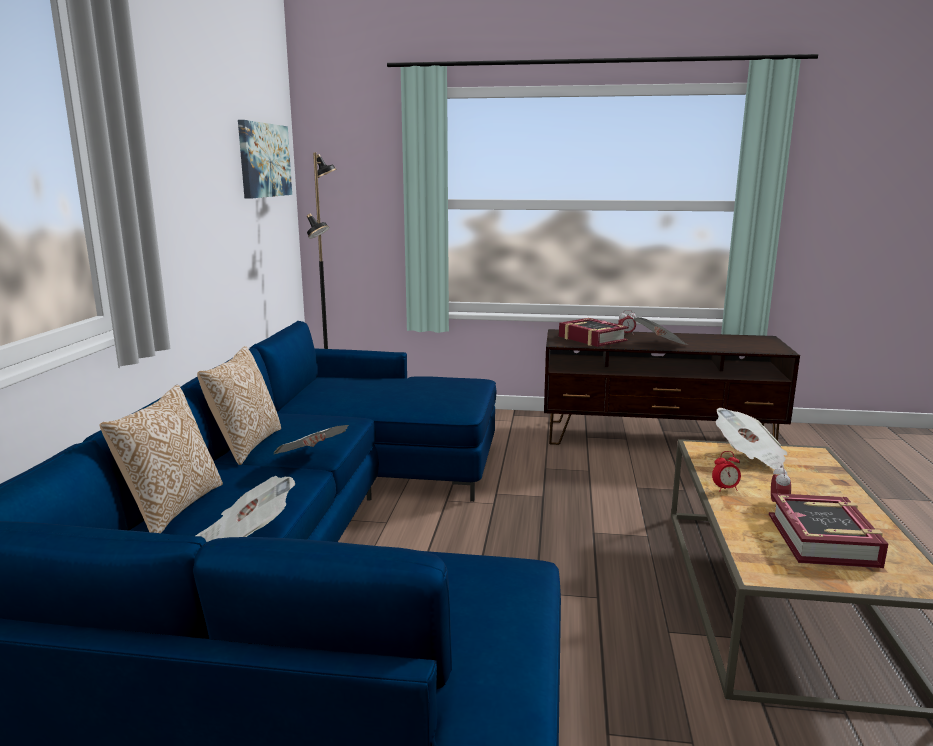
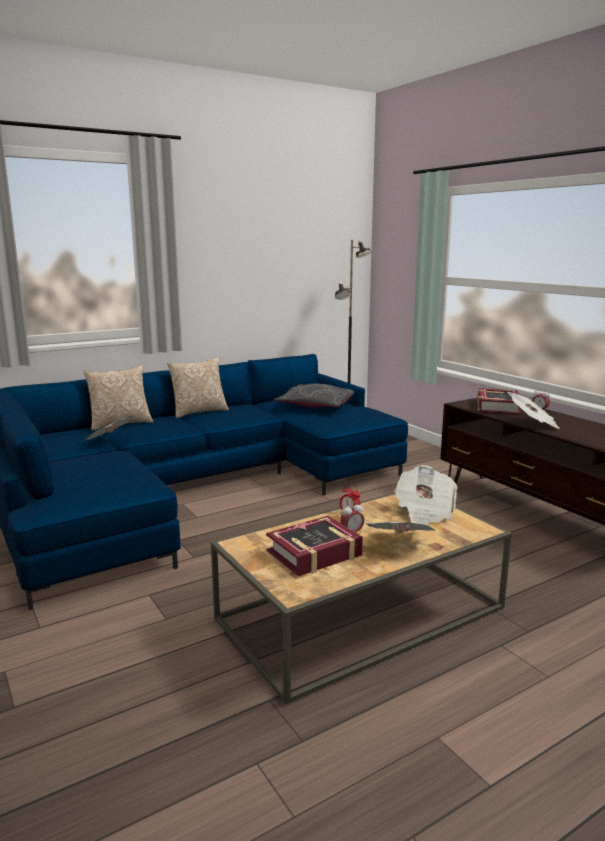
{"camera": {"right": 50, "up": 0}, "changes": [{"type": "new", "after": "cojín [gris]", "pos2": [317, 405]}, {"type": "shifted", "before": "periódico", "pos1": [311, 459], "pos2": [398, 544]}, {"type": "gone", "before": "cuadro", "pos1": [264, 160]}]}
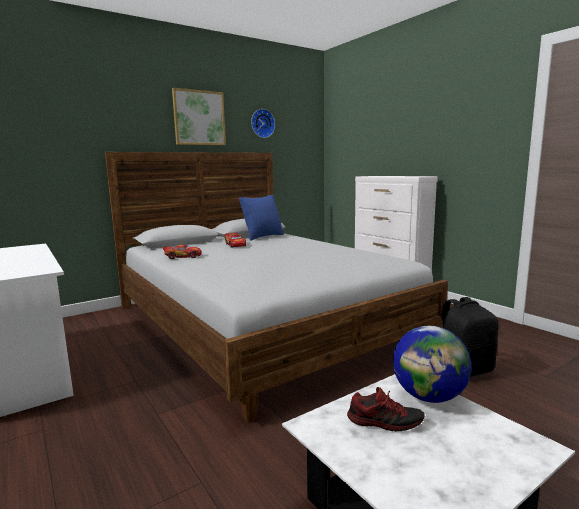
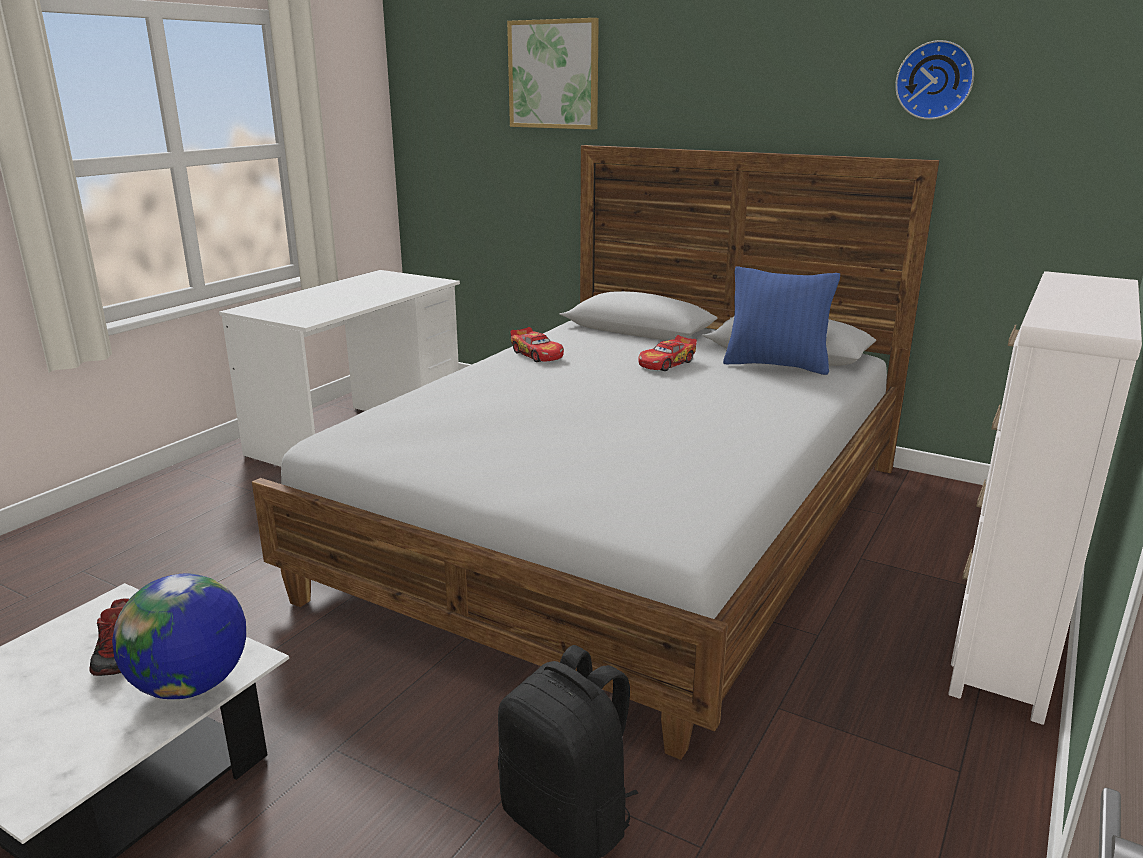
{"camera": {"right": 65, "up": 10}, "changes": [{"type": "shifted", "before": "cuadro", "pos1": [199, 118], "pos2": [554, 74]}]}
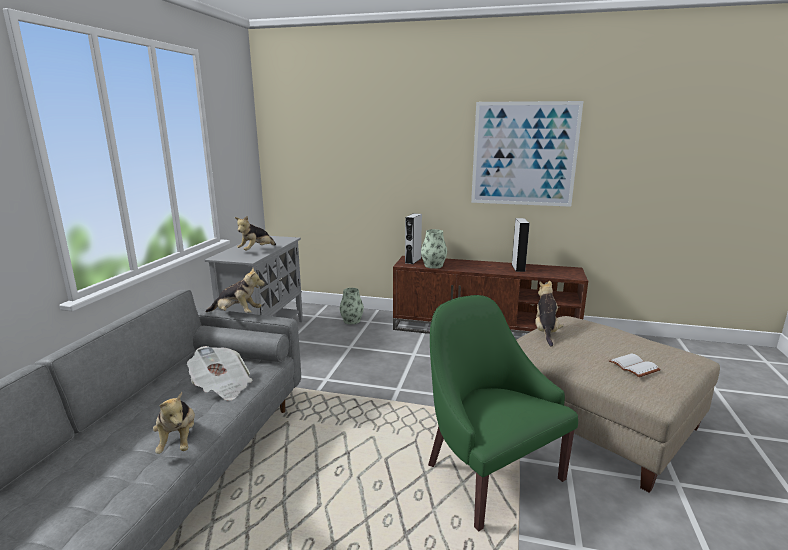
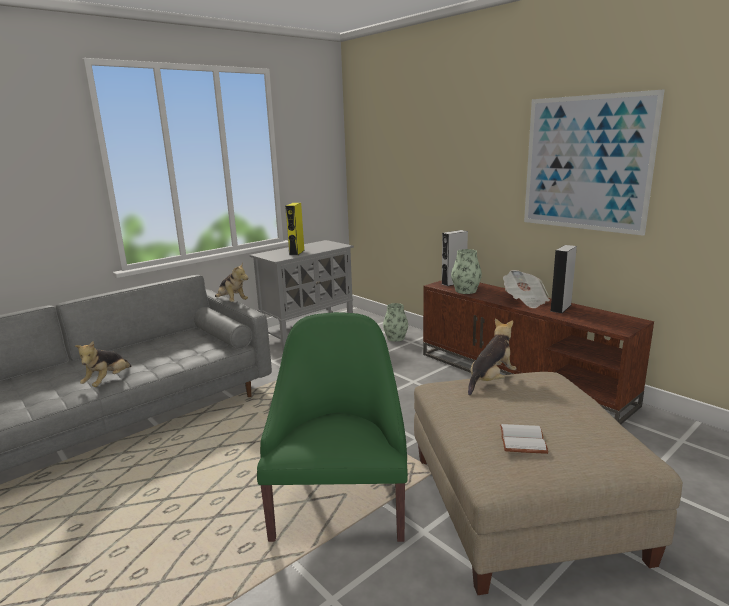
{"camera": {"right": 35, "up": 0}, "changes": [{"type": "swapped", "before": "peluche", "after": "altavoz [amarillo]", "pos1": [256, 251], "pos2": [296, 252]}, {"type": "shifted", "before": "periódico", "pos1": [222, 386], "pos2": [525, 301]}]}
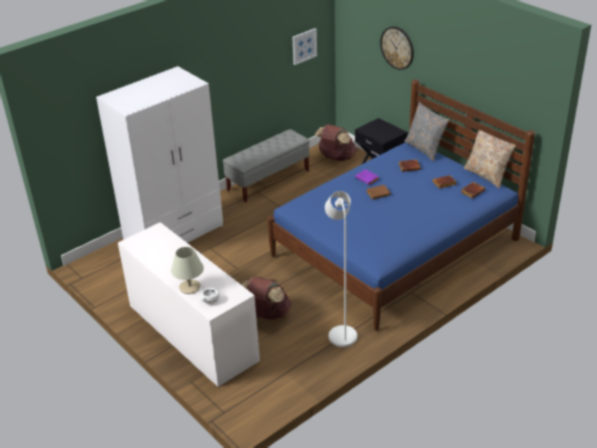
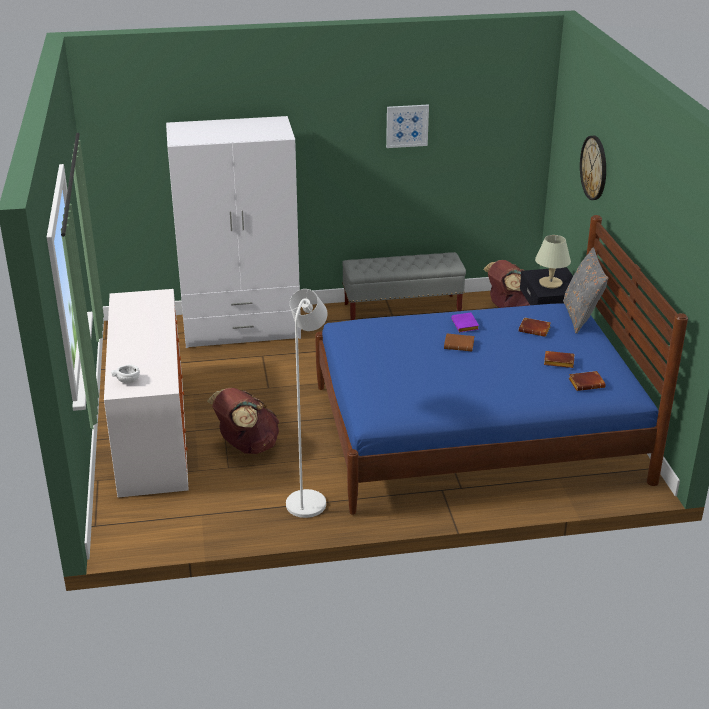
{"camera": {"right": 30, "up": -5}, "changes": [{"type": "shifted", "before": "cuadro", "pos1": [304, 46], "pos2": [407, 125]}, {"type": "shifted", "before": "lámpara de mesa [beis]", "pos1": [190, 287], "pos2": [550, 283]}, {"type": "gone", "before": "cojín [beis]", "pos1": [487, 175]}]}
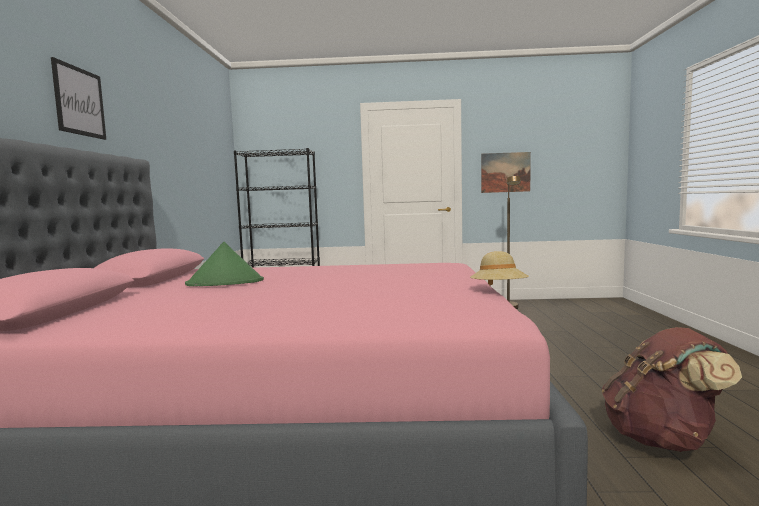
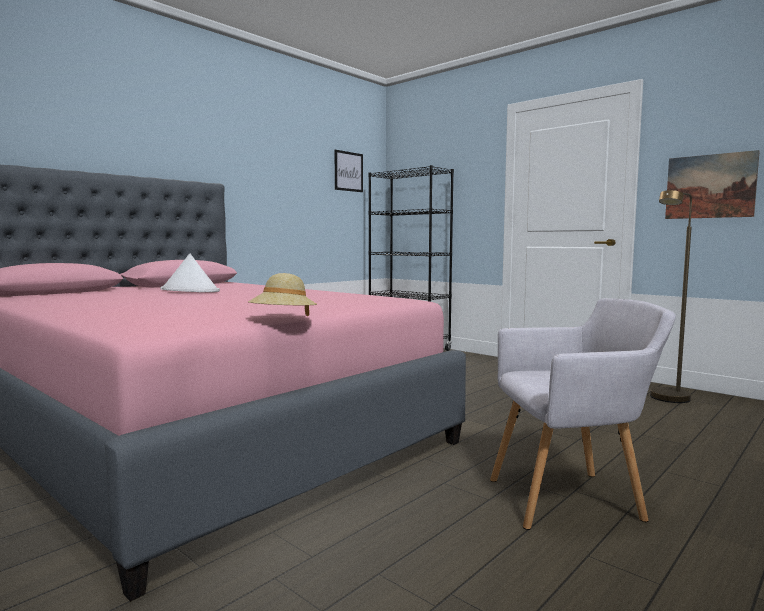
{"camera": {"right": 40, "up": 0}, "changes": [{"type": "repainted", "before": "sombrero [verde]", "after": "sombrero [blanco]", "pos1": [225, 283], "pos2": [190, 291]}, {"type": "shifted", "before": "cuadro", "pos1": [79, 101], "pos2": [348, 171]}, {"type": "new", "after": "sillón [gris]", "pos2": [571, 498]}, {"type": "gone", "before": "mochila [marrón]", "pos1": [662, 439]}]}
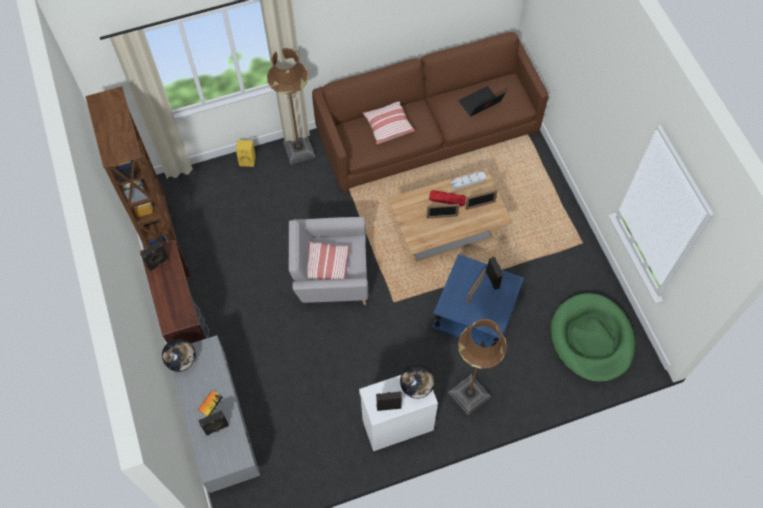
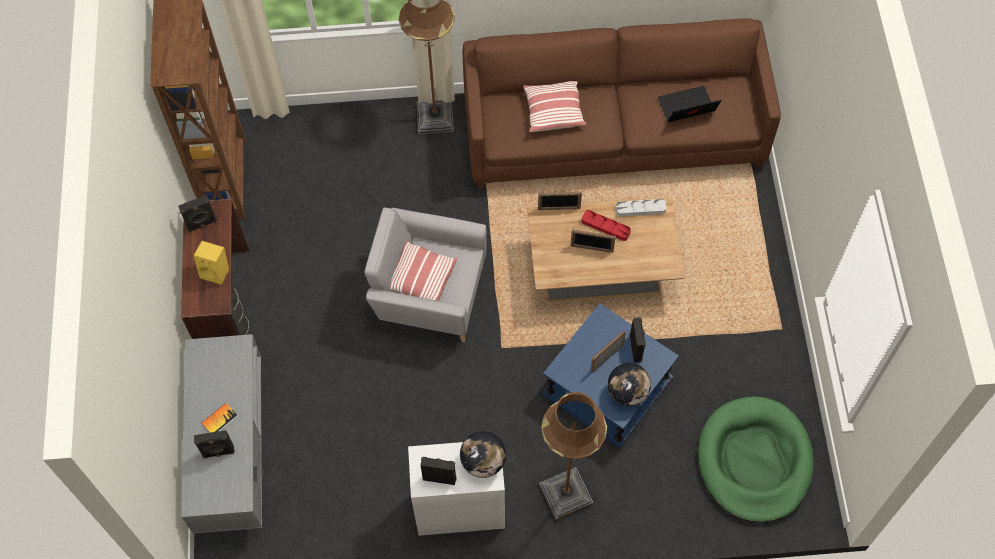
{"camera": {"right": 15, "up": 0}, "changes": [{"type": "shifted", "before": "altavoz [amarillo]", "pos1": [248, 160], "pos2": [216, 272]}, {"type": "shifted", "before": "portarretratos", "pos1": [480, 205], "pos2": [559, 208]}, {"type": "shifted", "before": "globo terráqueo", "pos1": [182, 360], "pos2": [627, 392]}]}
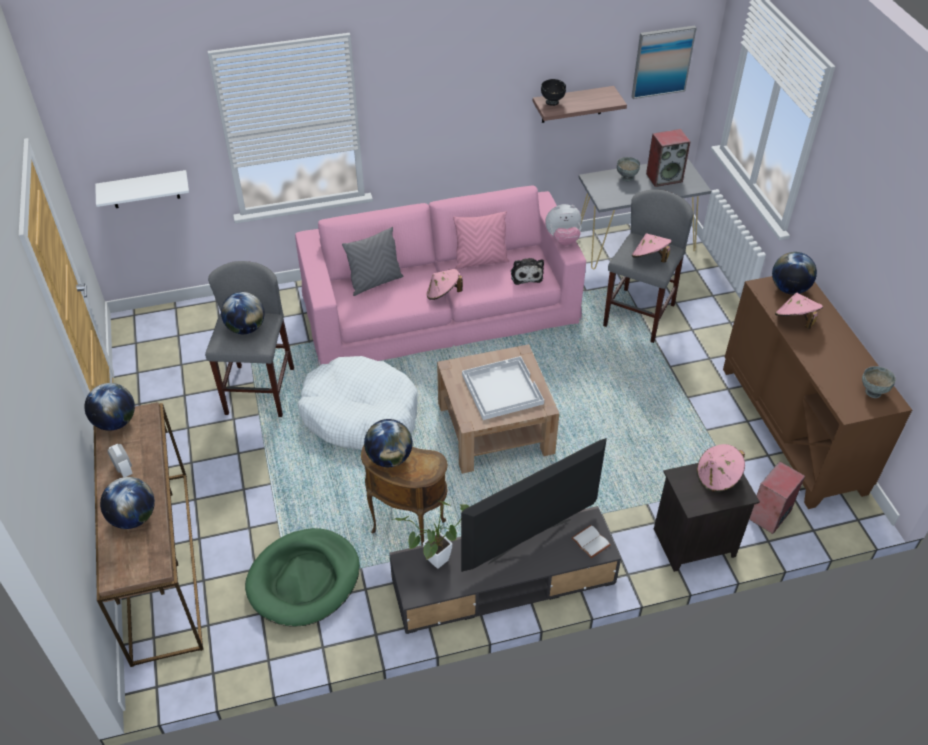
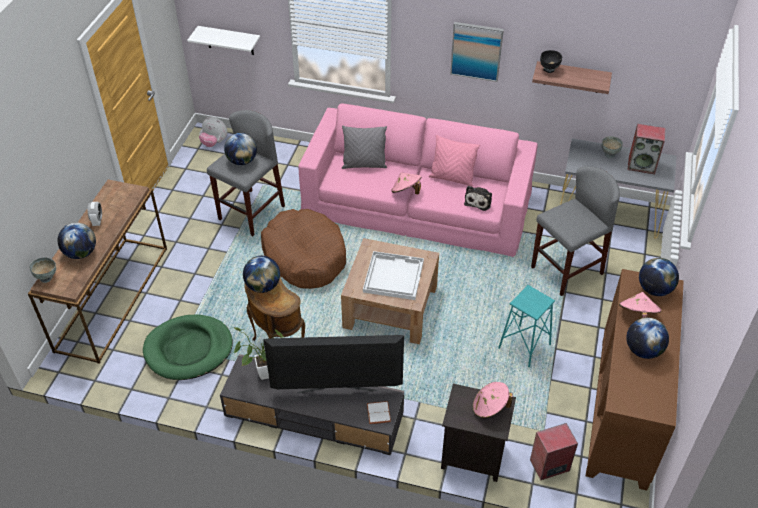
{"camera": {"right": 30, "up": 0}, "changes": [{"type": "shifted", "before": "cuenco [gris]", "pos1": [873, 391], "pos2": [46, 277]}, {"type": "shifted", "before": "peluche", "pos1": [563, 239], "pos2": [214, 143]}, {"type": "repainted", "before": "cama para perro [blanco]", "after": "cama para perro [marrón]", "pos1": [360, 414], "pos2": [305, 257]}, {"type": "shifted", "before": "cuadro", "pos1": [662, 61], "pos2": [476, 51]}, {"type": "new", "after": "taburete [turquesa]", "pos2": [524, 346]}, {"type": "shifted", "before": "globo terráqueo", "pos1": [115, 422], "pos2": [643, 350]}, {"type": "gone", "before": "sombrero [rosa]", "pos1": [649, 258]}]}
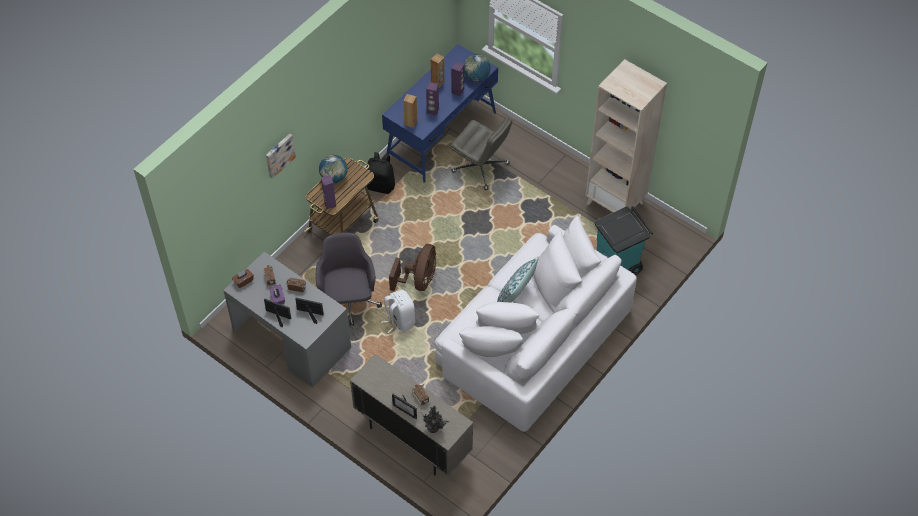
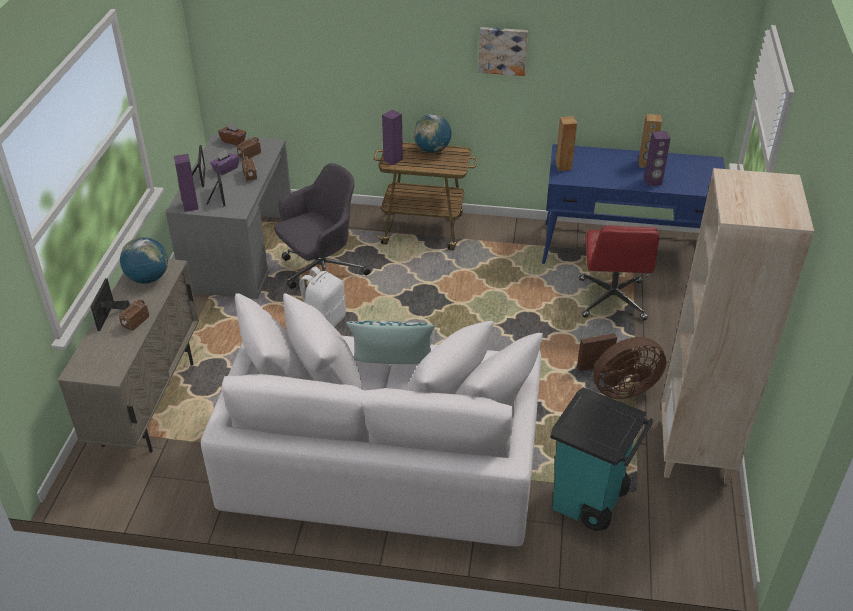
{"camera": {"right": 60, "up": -15}, "changes": [{"type": "shifted", "before": "globo terráqueo", "pos1": [476, 77], "pos2": [148, 278]}, {"type": "shifted", "before": "altavoz [morado]", "pos1": [432, 111], "pos2": [190, 206]}, {"type": "shifted", "before": "cuadro", "pos1": [279, 155], "pos2": [503, 50]}, {"type": "shifted", "before": "ventilador [marrón]", "pos1": [418, 280], "pos2": [618, 388]}, {"type": "repainted", "before": "silla de oficina [gris]", "after": "silla de oficina [rojo]", "pos1": [481, 168], "pos2": [612, 300]}, {"type": "gone", "before": "mochila [negro]", "pos1": [381, 185]}, {"type": "gone", "before": "planta en maceta", "pos1": [434, 428]}]}
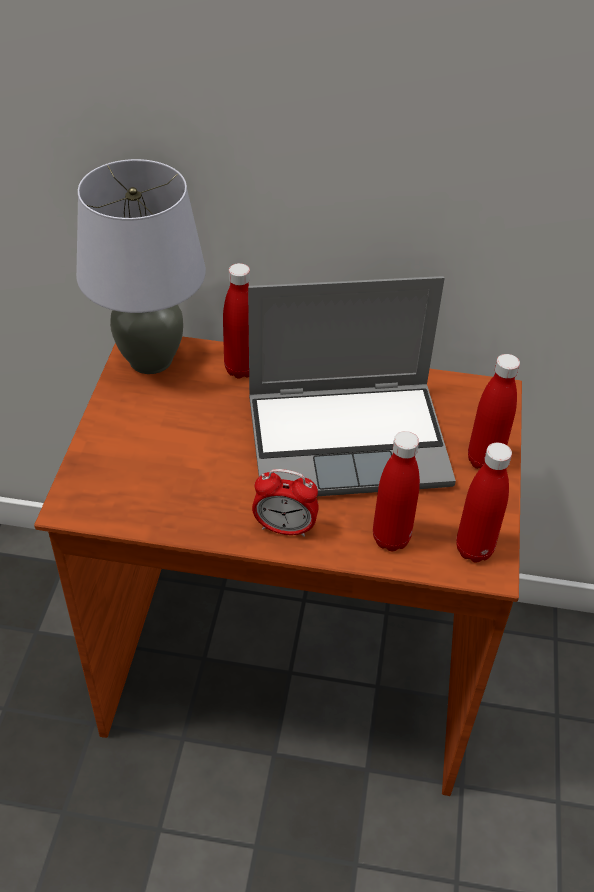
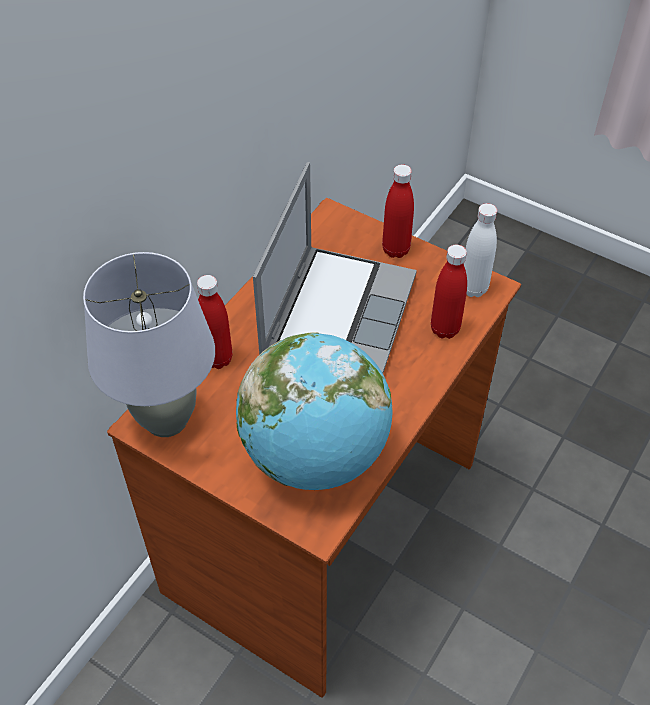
{"camera": {"right": -65, "up": 5}, "changes": [{"type": "new", "after": "globo terráqueo", "pos2": [315, 454]}, {"type": "repainted", "before": "botella [rojo]", "after": "botella [blanco]", "pos1": [474, 549], "pos2": [473, 288]}, {"type": "gone", "before": "despertador", "pos1": [285, 528]}]}
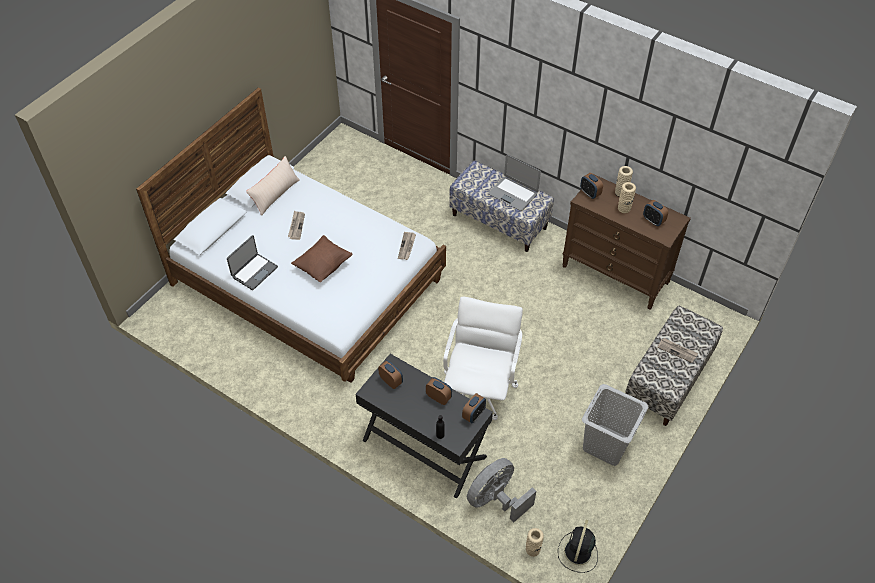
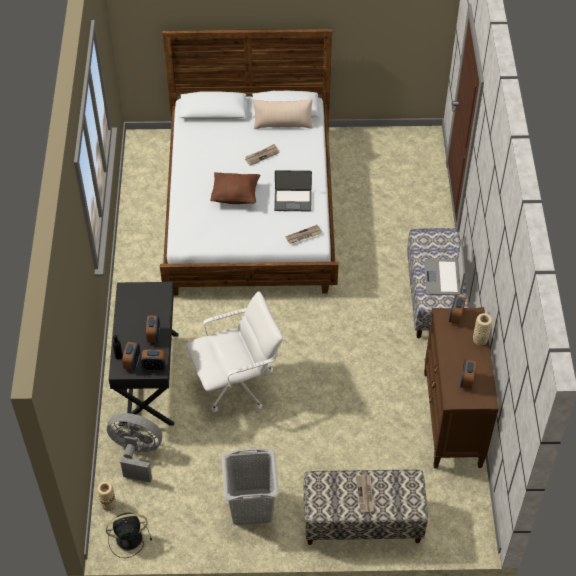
{"camera": {"right": 55, "up": 0}, "changes": [{"type": "shifted", "before": "despertador", "pos1": [391, 381], "pos2": [132, 363]}, {"type": "shifted", "before": "portátil", "pos1": [254, 271], "pos2": [293, 200]}, {"type": "gone", "before": "florero [beis]", "pos1": [624, 208]}]}
